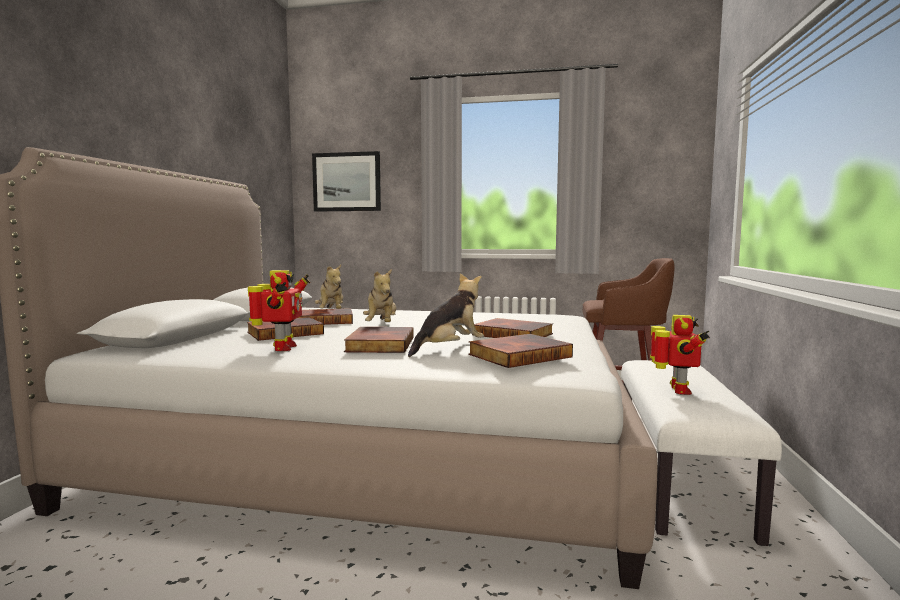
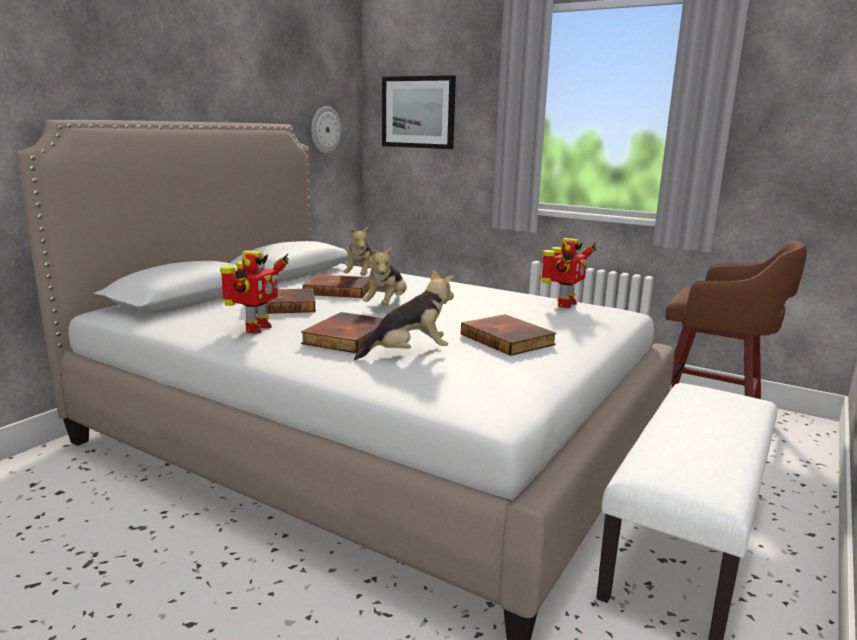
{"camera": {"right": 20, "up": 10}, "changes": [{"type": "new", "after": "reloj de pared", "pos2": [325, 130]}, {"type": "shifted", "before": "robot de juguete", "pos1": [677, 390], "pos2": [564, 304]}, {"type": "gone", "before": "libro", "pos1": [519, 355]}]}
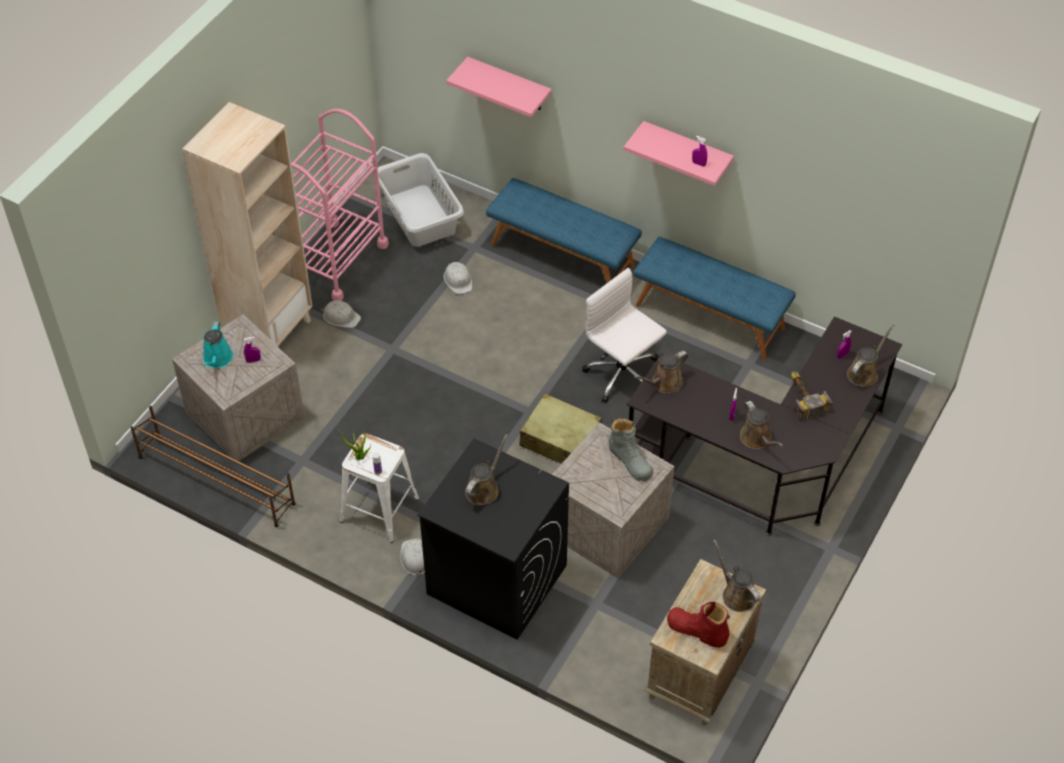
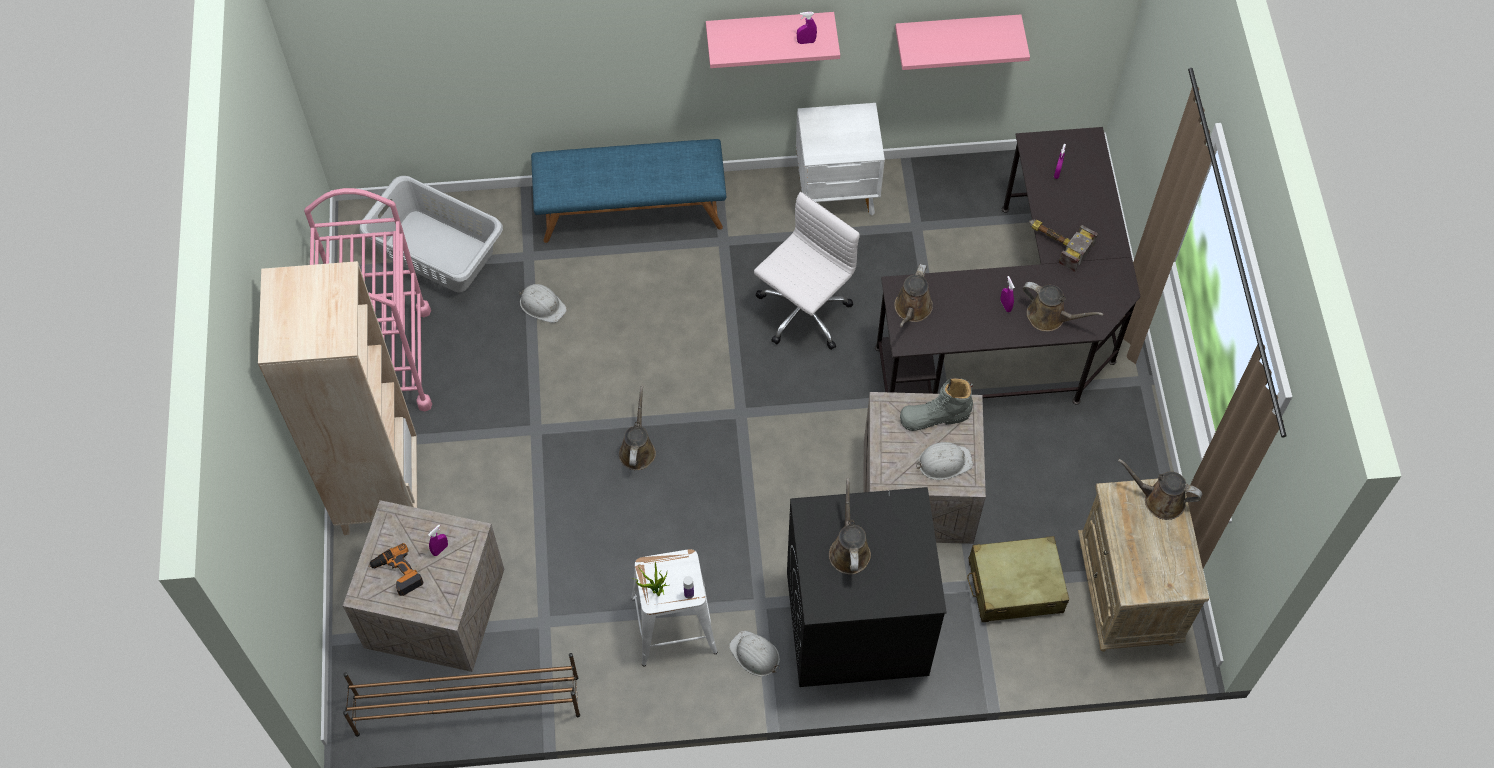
{"camera": {"right": -35, "up": 10}, "changes": [{"type": "swapped", "before": "regadera [turquesa]", "after": "taladro", "pos1": [217, 359], "pos2": [397, 573]}, {"type": "shifted", "before": "regadera [marrón]", "pos1": [864, 372], "pos2": [637, 449]}, {"type": "rotated", "before": "silla de oficina [blanco]", "pos1": [623, 375], "pos2": [802, 313], "turn": 120}, {"type": "swapped", "before": "banco [azul]", "after": "mesita de noche [blanco]", "pos1": [710, 316], "pos2": [837, 193]}, {"type": "shifted", "before": "estante [rosa]", "pos1": [509, 85], "pos2": [956, 32]}, {"type": "rotated", "before": "bota [gris]", "pos1": [630, 461], "pos2": [935, 416], "turn": 150}, {"type": "shifted", "before": "casco [blanco]", "pos1": [341, 317], "pos2": [944, 462]}, {"type": "shifted", "before": "maleta [beis]", "pos1": [560, 439], "pos2": [1015, 586]}, {"type": "gone", "before": "bota [rojo]", "pos1": [697, 630]}]}
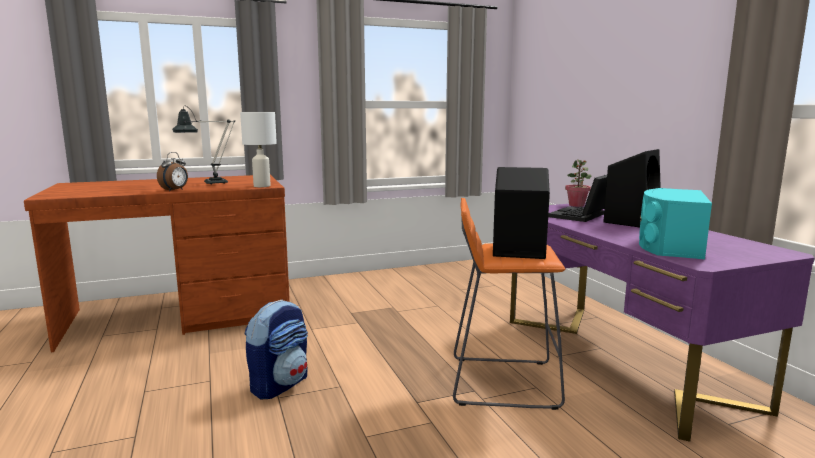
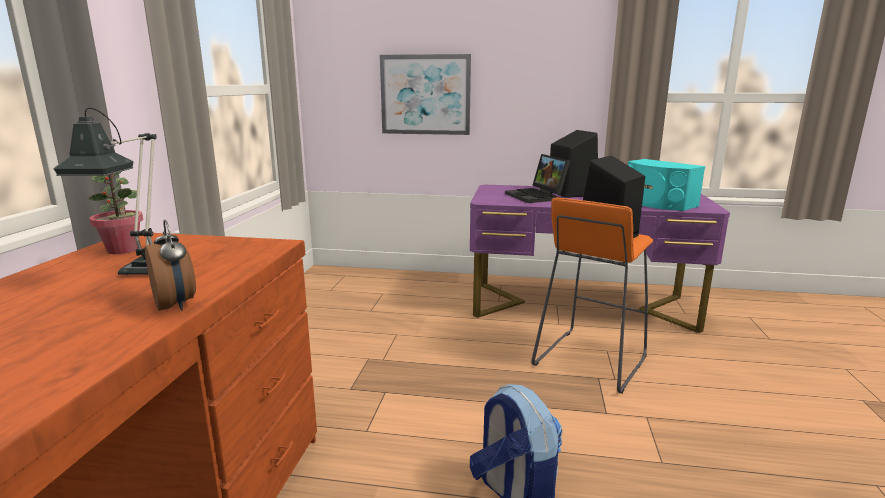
{"camera": {"right": -60, "up": 5}, "changes": [{"type": "shifted", "before": "planta en maceta", "pos1": [576, 205], "pos2": [123, 250]}, {"type": "new", "after": "cuadro", "pos2": [425, 95]}, {"type": "gone", "before": "lámpara de mesa [blanco]", "pos1": [261, 186]}]}
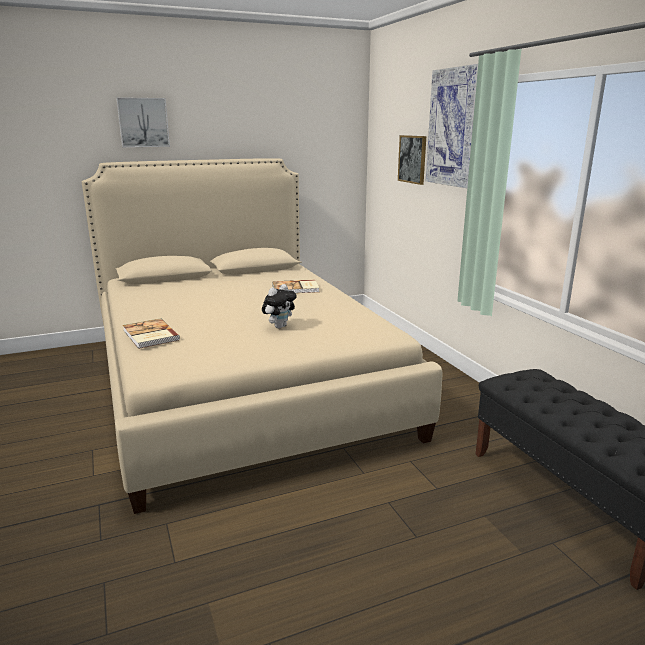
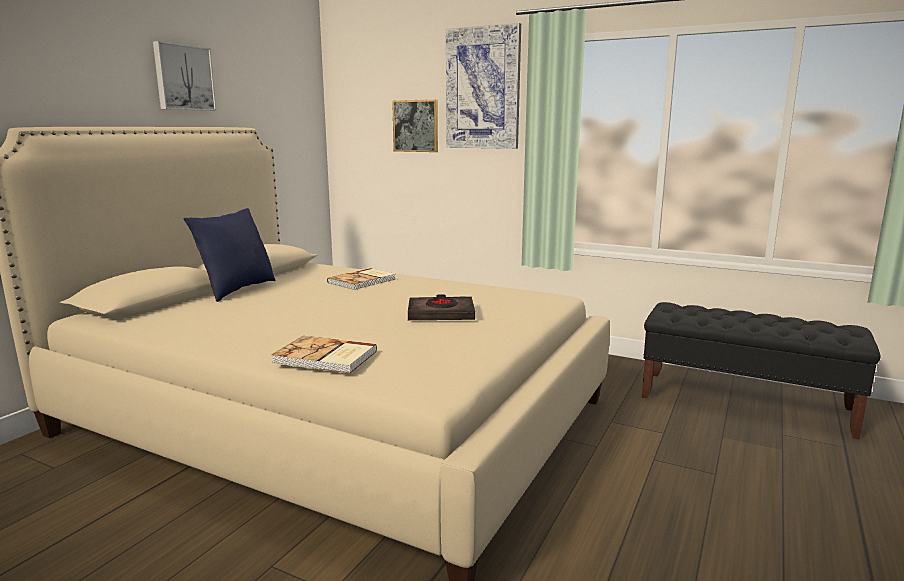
{"camera": {"right": -40, "up": -5}, "changes": [{"type": "shifted", "before": "cuadro", "pos1": [143, 122], "pos2": [183, 78]}, {"type": "new", "after": "cojín [azul]", "pos2": [236, 290]}, {"type": "swapped", "before": "peluche", "after": "libro [negro]", "pos1": [279, 326], "pos2": [441, 314]}]}
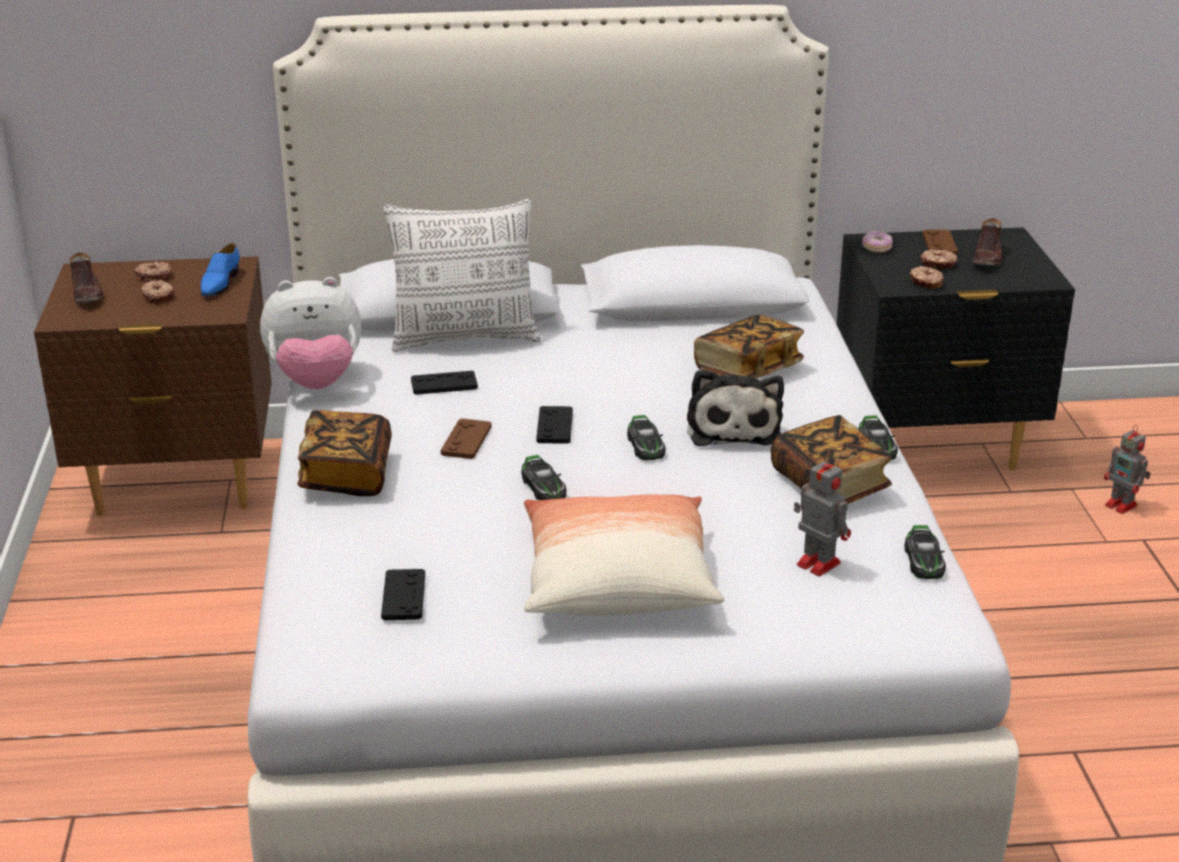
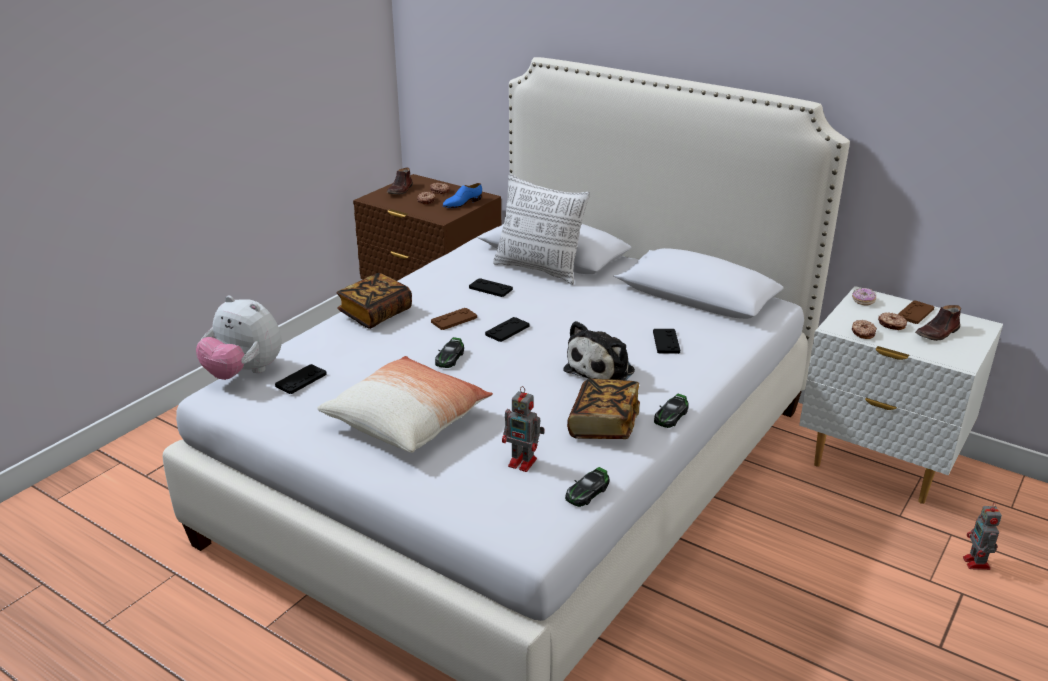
{"camera": {"right": 40, "up": 0}, "changes": [{"type": "shifted", "before": "peluche", "pos1": [316, 382], "pos2": [244, 373]}, {"type": "rotated", "before": "robot de juguete", "pos1": [816, 563], "pos2": [524, 463], "turn": 120}, {"type": "swapped", "before": "libro", "after": "mando de consola [negro]", "pos1": [748, 369], "pos2": [666, 342]}, {"type": "repainted", "before": "mesita de noche [negro]", "after": "mesita de noche [blanco]", "pos1": [933, 448], "pos2": [879, 465]}, {"type": "gone", "before": "coche de juguete", "pos1": [645, 445]}]}
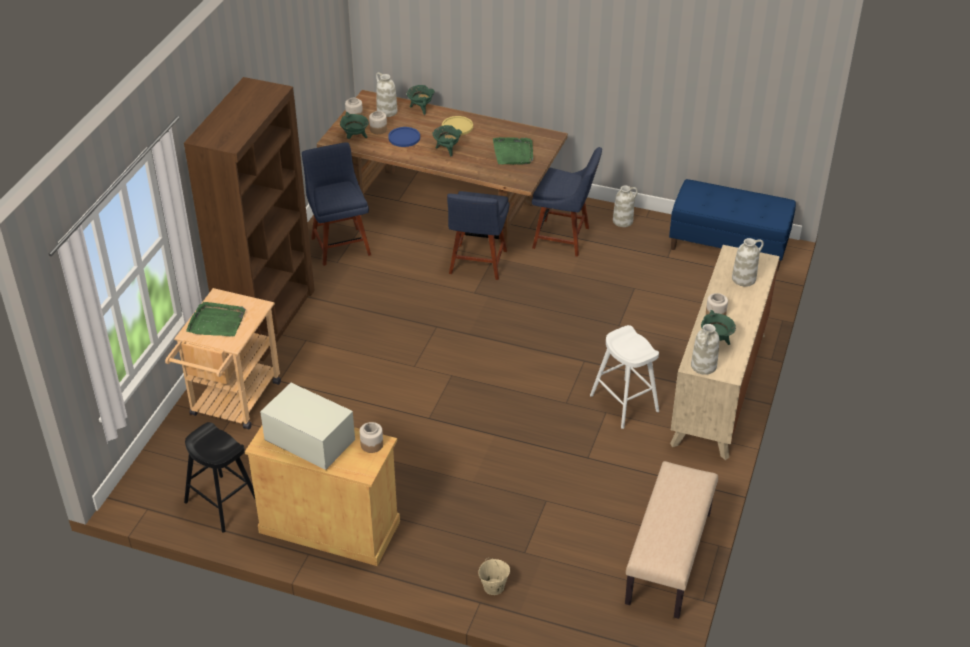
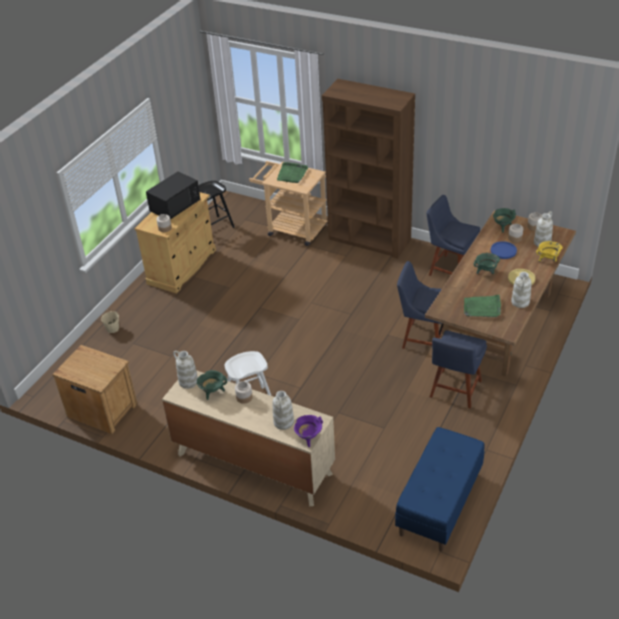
{"camera": {"right": 100, "up": 0}, "changes": [{"type": "swapped", "before": "banco [beis]", "after": "mesita de noche [marrón]", "pos1": [669, 558], "pos2": [102, 409]}, {"type": "repainted", "before": "microondas [blanco]", "after": "microondas [negro]", "pos1": [309, 442], "pos2": [175, 207]}, {"type": "new", "after": "olla [morado]", "pos2": [309, 438]}, {"type": "rotated", "before": "silla [azul]", "pos1": [340, 244], "pos2": [450, 269], "turn": -135}, {"type": "shifted", "before": "florero [blanco]", "pos1": [623, 221], "pos2": [520, 302]}, {"type": "repainted", "before": "olla [verde]", "after": "olla [amarillo]", "pos1": [421, 109], "pos2": [548, 260]}]}
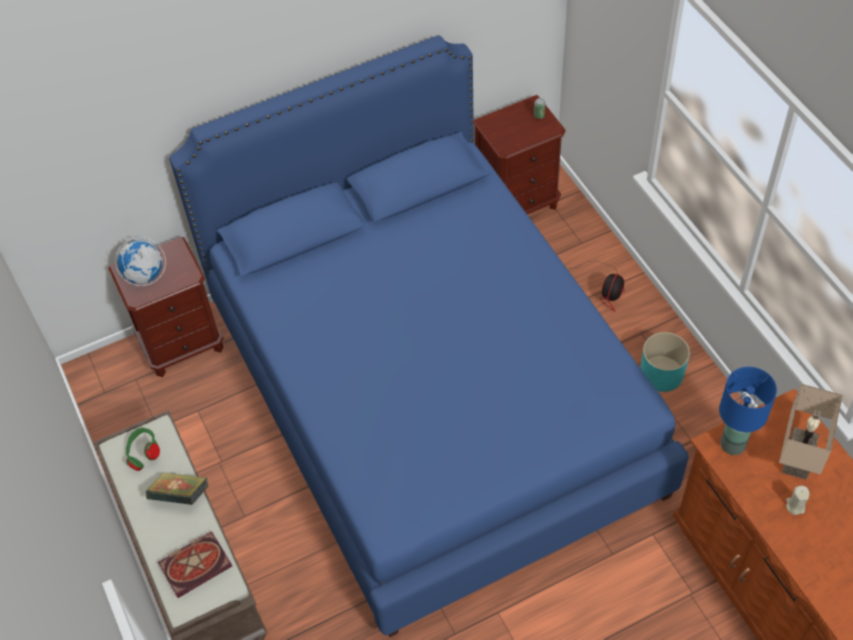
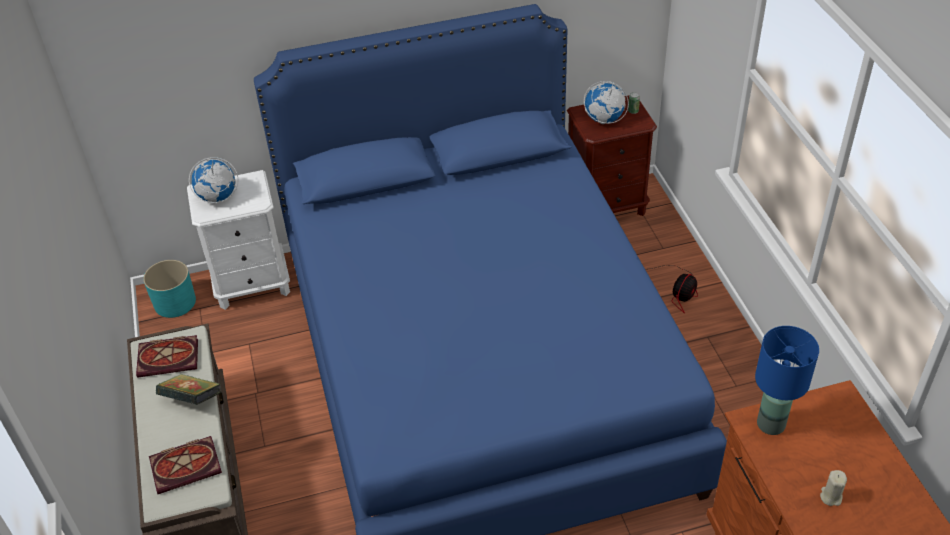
{"camera": {"right": 10, "up": -10}, "changes": [{"type": "swapped", "before": "auriculares [verde]", "after": "libro", "pos1": [144, 454], "pos2": [170, 357]}, {"type": "shifted", "before": "maceta [turquesa]", "pos1": [662, 373], "pos2": [175, 302]}, {"type": "repainted", "before": "mesita de noche [marrón]", "after": "mesita de noche [blanco]", "pos1": [182, 344], "pos2": [252, 284]}, {"type": "new", "after": "globo terráqueo", "pos2": [604, 120]}, {"type": "gone", "before": "lámpara de mesa [beis]", "pos1": [799, 461]}]}
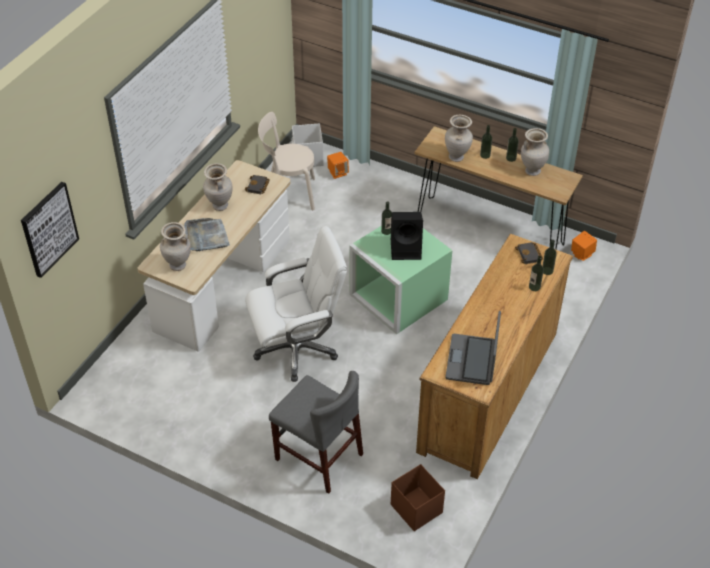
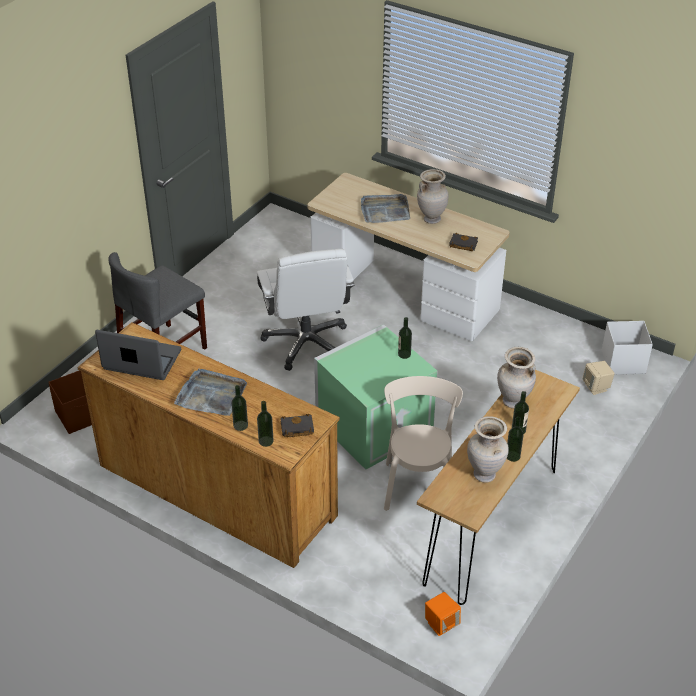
{"camera": {"right": 95, "up": -5}, "changes": [{"type": "new", "after": "bandeja [gris]", "pos2": [211, 395]}, {"type": "shifted", "before": "silla [beis]", "pos1": [288, 194], "pos2": [418, 484]}, {"type": "repainted", "before": "altavoz [naranja]", "after": "altavoz [beis]", "pos1": [338, 173], "pos2": [596, 387]}, {"type": "gone", "before": "cuadro", "pos1": [49, 229]}, {"type": "gone", "before": "florero [beis]", "pos1": [178, 266]}, {"type": "gone", "before": "altavoz [negro]", "pos1": [406, 249]}]}
